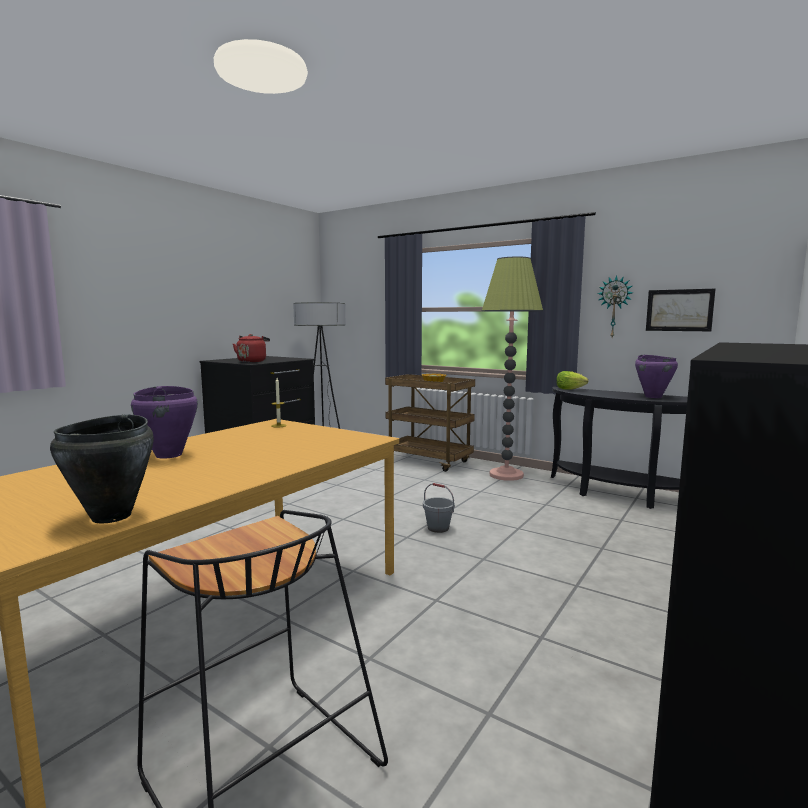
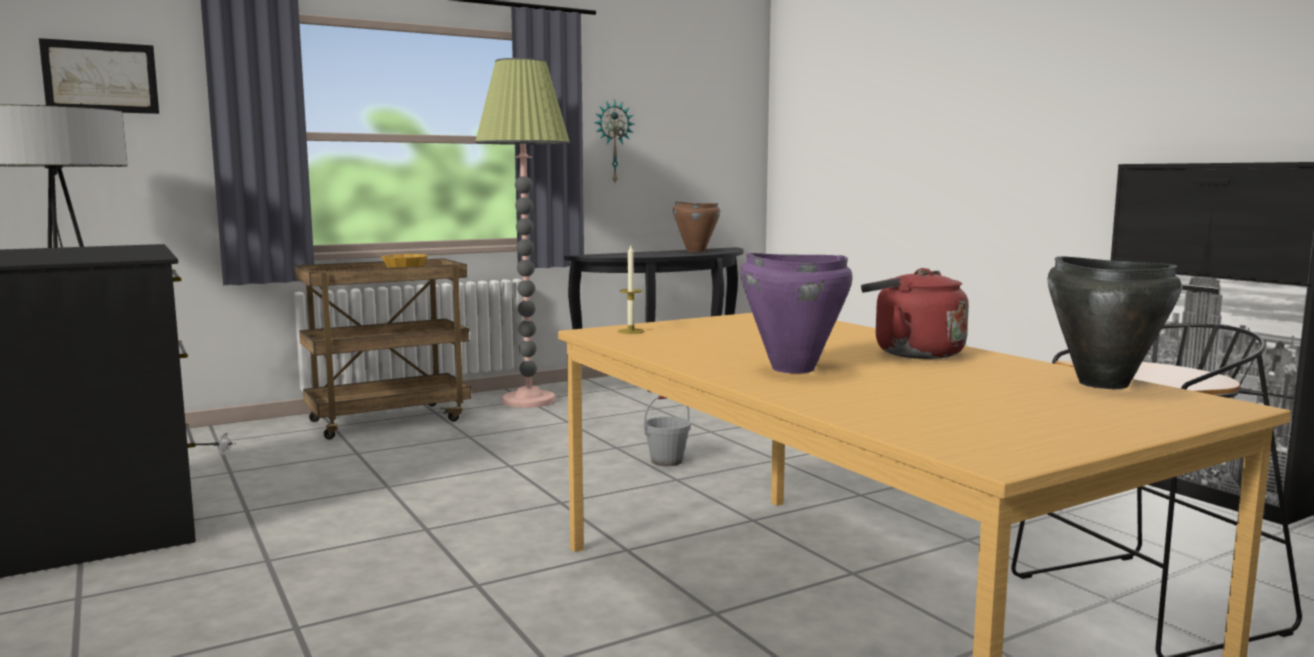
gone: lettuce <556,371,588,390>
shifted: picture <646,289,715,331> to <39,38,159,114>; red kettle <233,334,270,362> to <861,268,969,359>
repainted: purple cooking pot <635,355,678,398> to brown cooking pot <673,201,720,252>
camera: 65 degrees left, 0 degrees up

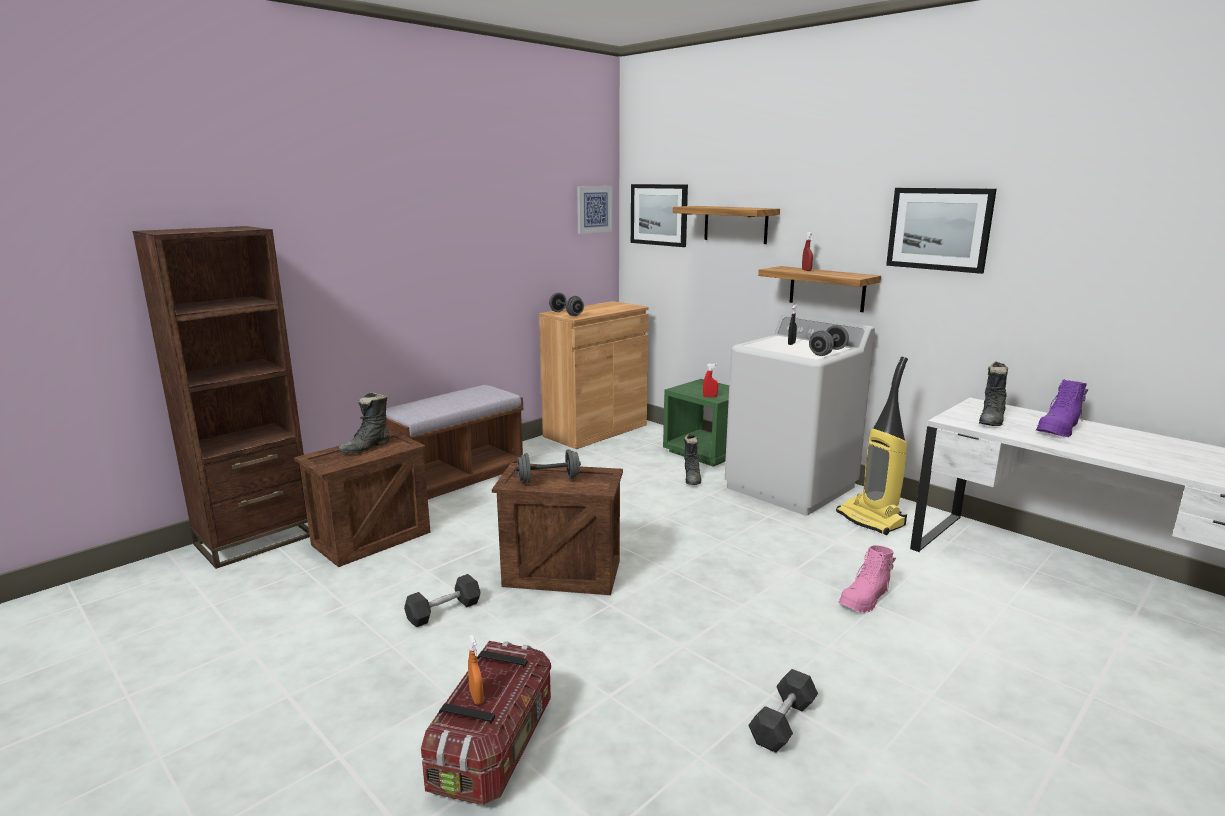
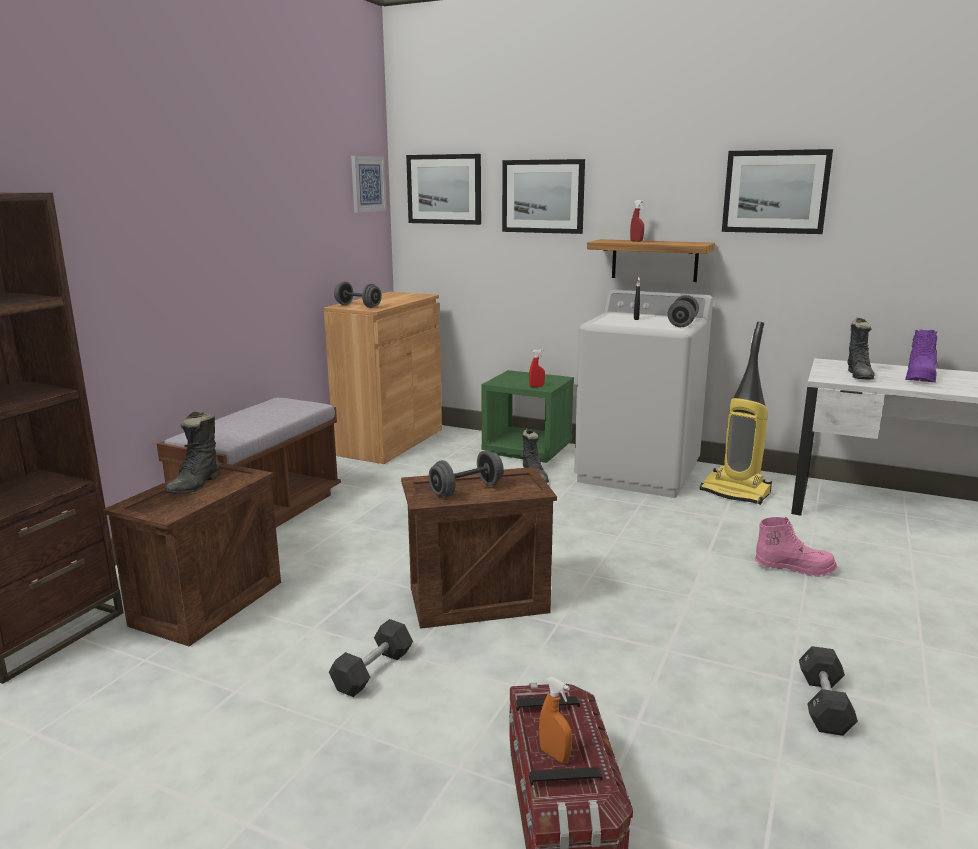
swapped: shelf <673,206,780,244> to picture <502,159,585,234>
rotated: pink boot <838,545,896,612> = <755,517,837,577> 105 degrees counterclockwise
camera: 20 degrees left, 0 degrees up

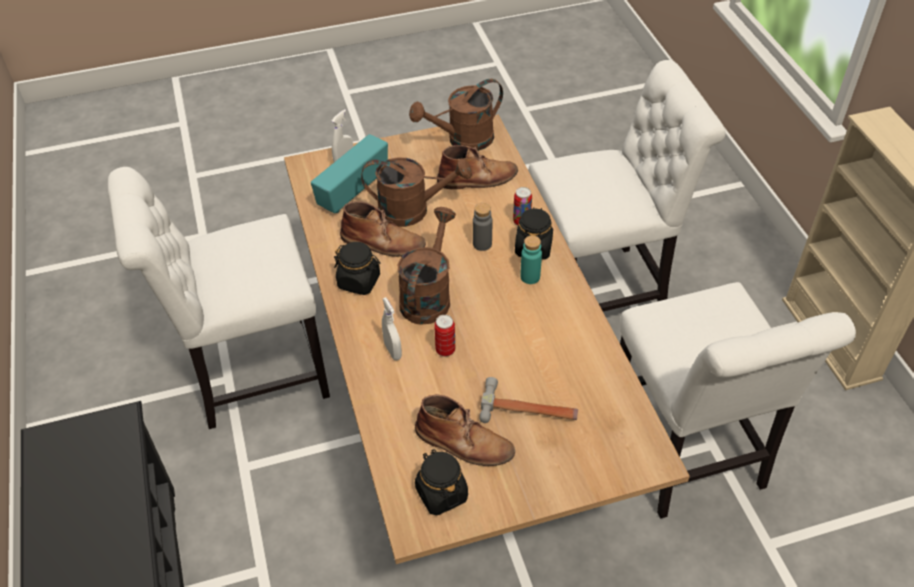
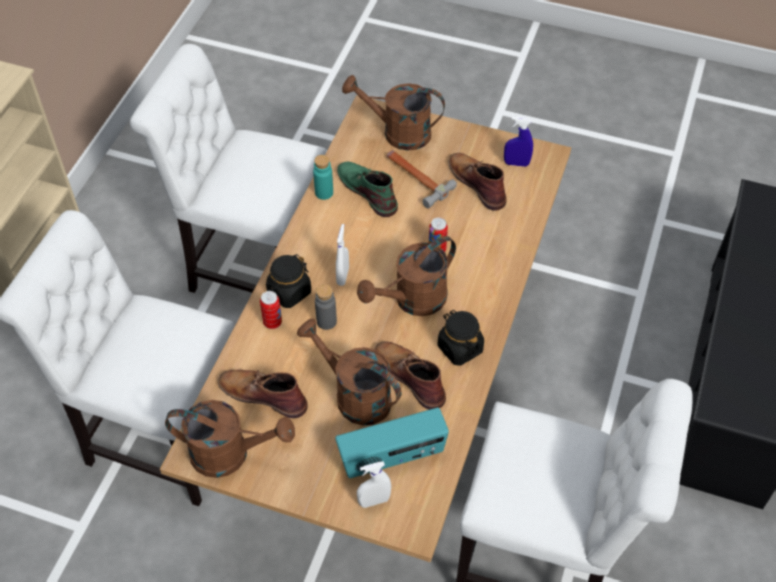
new: green boot <337,162,398,217>; brown watering can <342,75,445,151>
shifted: turquoise bottle <520,235,542,284> to <313,155,333,200>; white spray bottle <382,297,402,360> to <336,224,349,286>
swapped: black jar <415,449,468,515> to blue spray bottle <504,117,533,167>
rotated: white chair <620,282,856,519> = <130,44,327,293> 90 degrees counterclockwise
camera: 145 degrees left, 5 degrees up

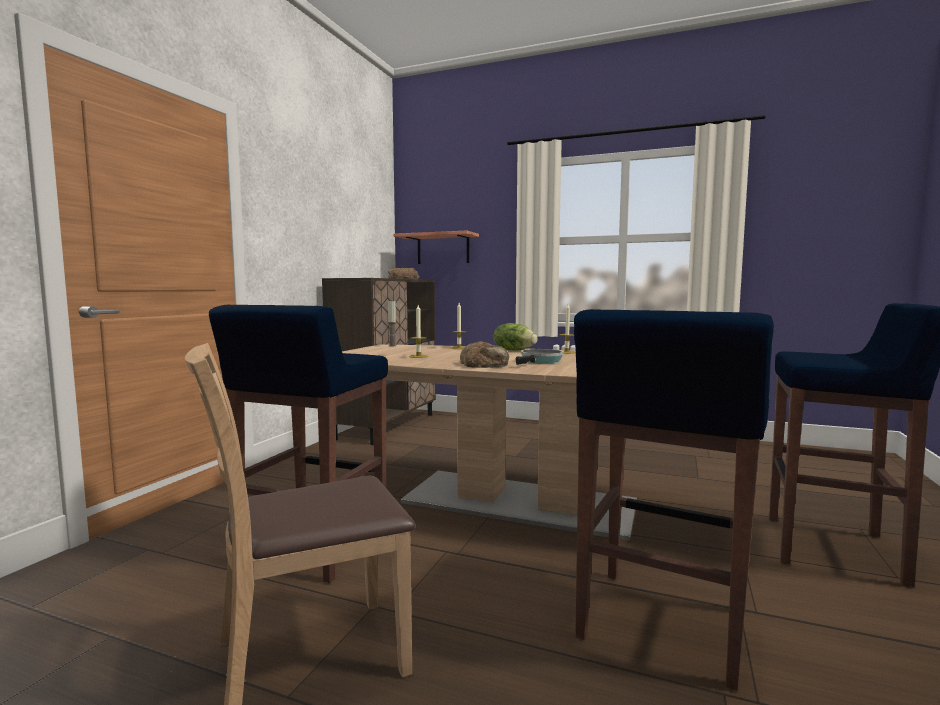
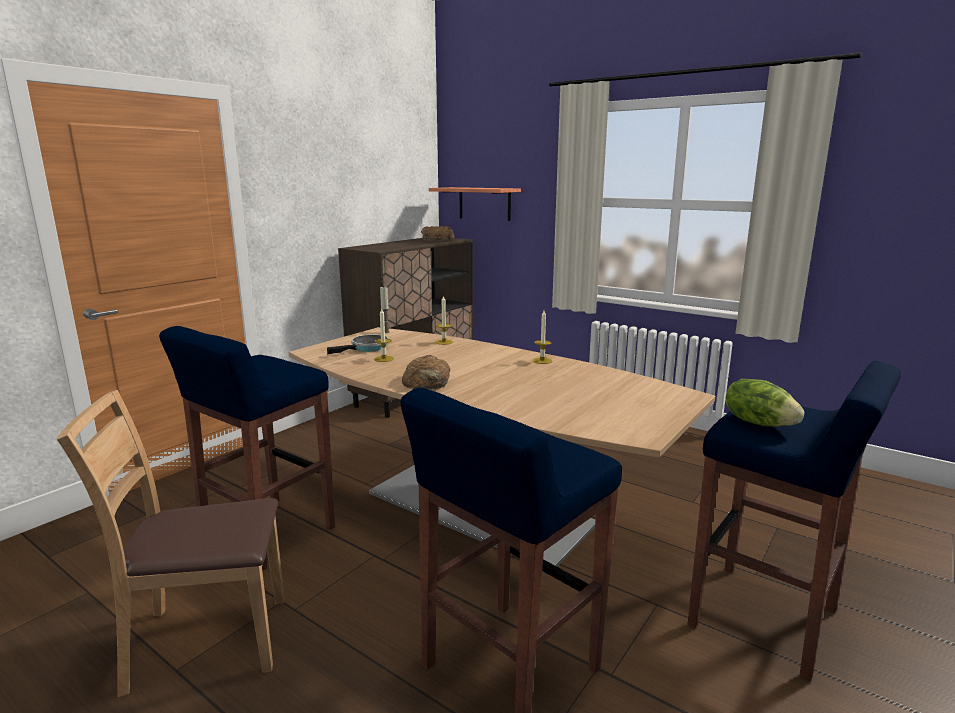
shifted: frying pan <516,349,564,365> to <327,334,389,354>; lettuce <494,323,538,351> to <725,379,804,427>
camera: 15 degrees right, 10 degrees up

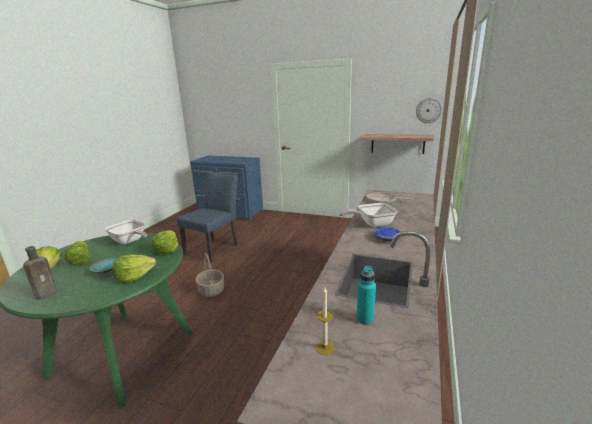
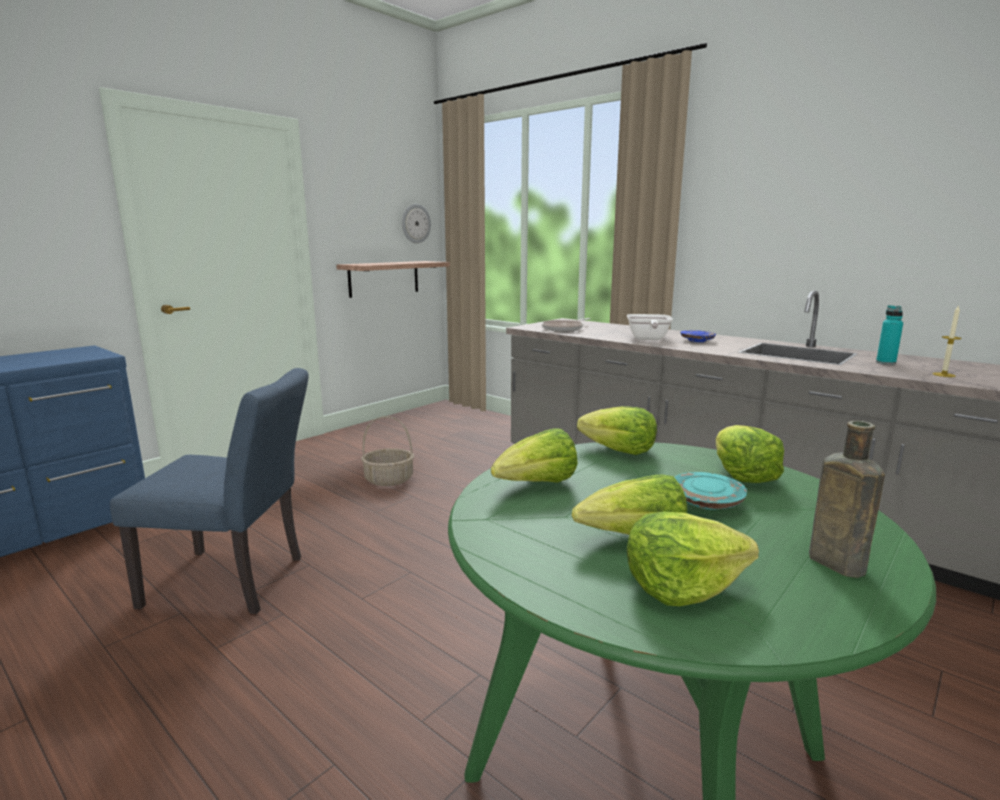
shifted: basket <195,253,224,297> to <361,416,414,486>
swapped: frying pan <105,220,147,245> to lettuce <491,428,578,483>
rotated: blue chair <177,172,238,263> = <110,368,309,614> 135 degrees clockwise
camera: 70 degrees left, 5 degrees down

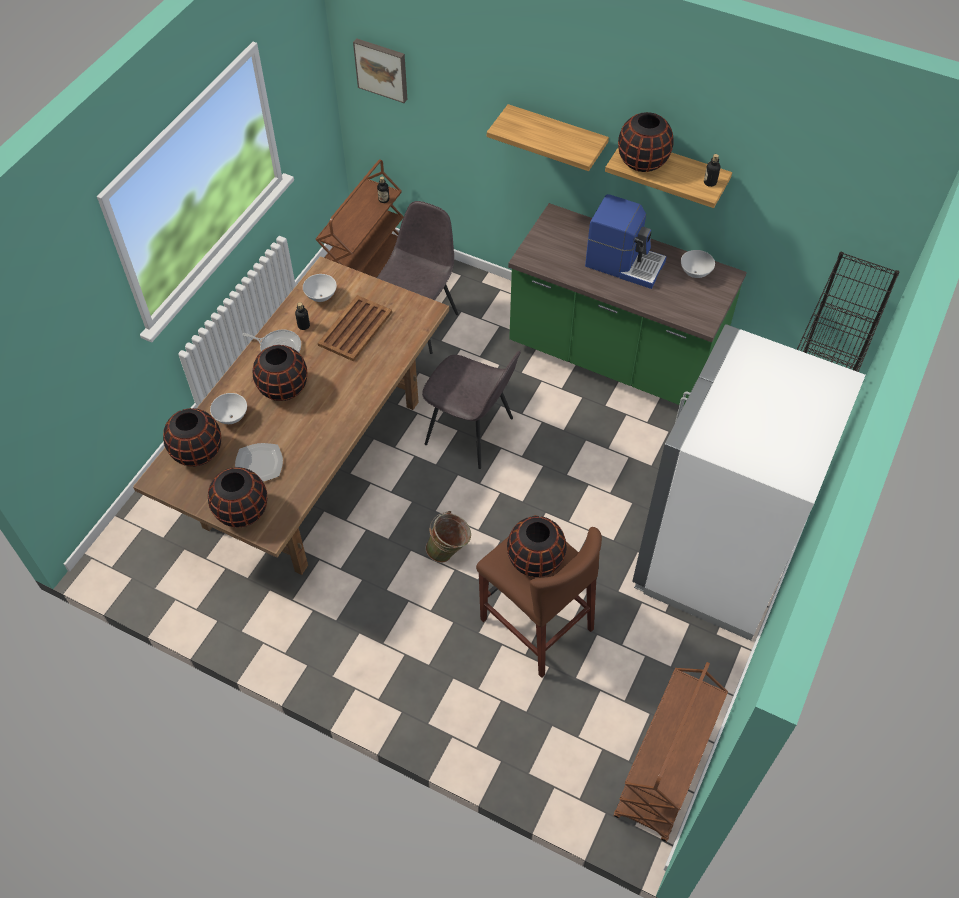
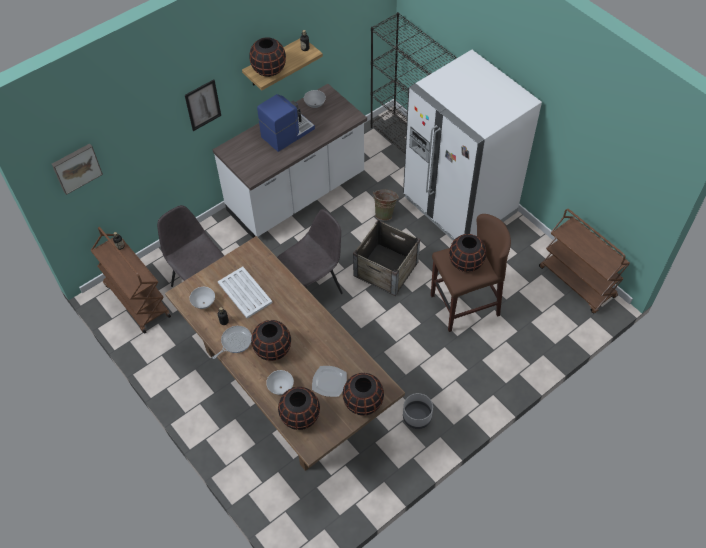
new: crate <353,220,420,296>; grey planter <403,393,433,429>
shifted: green bucket <426,511,471,563> to <373,189,399,221>
swapped: shelf <487,104,609,171> to picture <185,79,221,131>
repainted: green counter <508,203,747,407> to white counter <213,84,367,238>; brown tray <318,295,392,362> to white tray <218,267,273,318>
camera: 65 degrees left, 0 degrees up

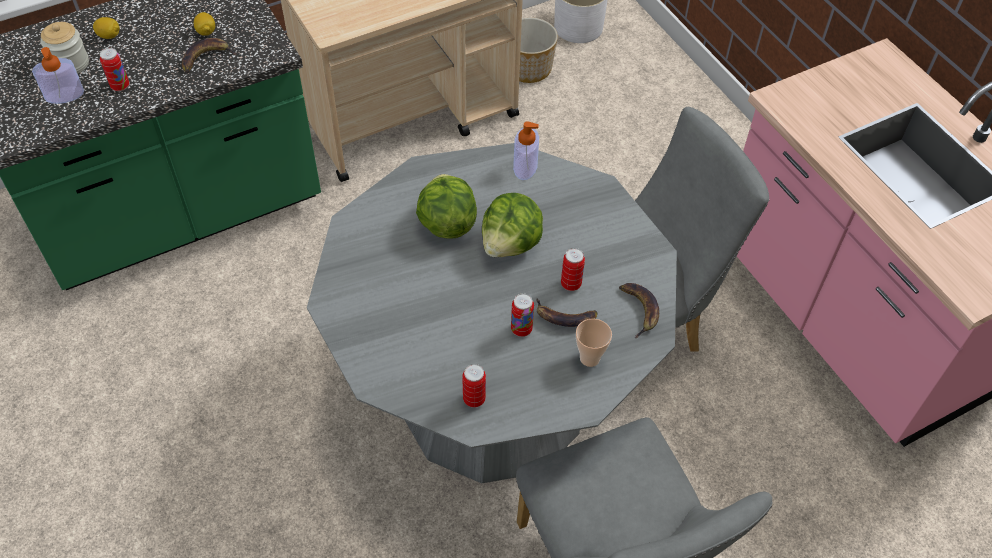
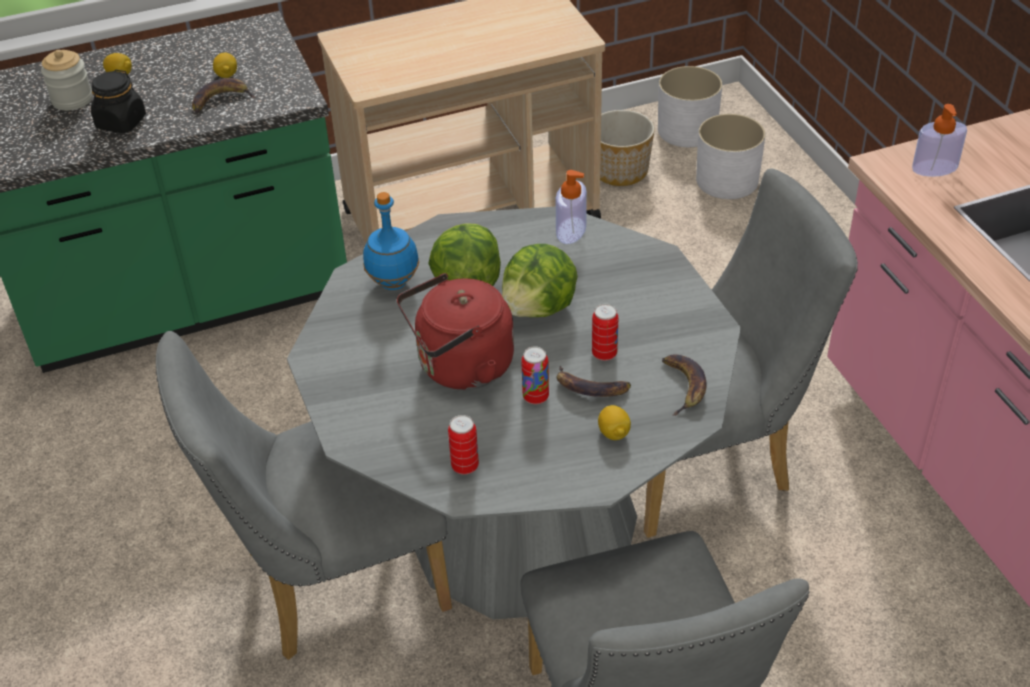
new: grey chair <156,331,452,660>; blue bottle <363,192,419,290>; red kettle <397,273,514,390>; white planter <696,114,765,199>
shifted: soap dispenser <32,47,84,104> to <912,104,967,177>
swapped: can <100,48,129,91> to black jar <91,70,146,133>; cup <576,319,612,367> to lemon <598,405,631,440>
camera: 10 degrees right, 10 degrees down

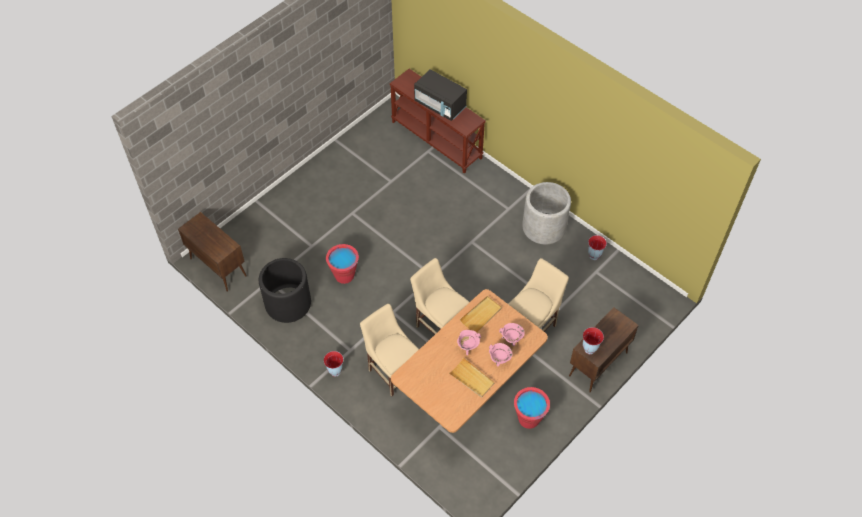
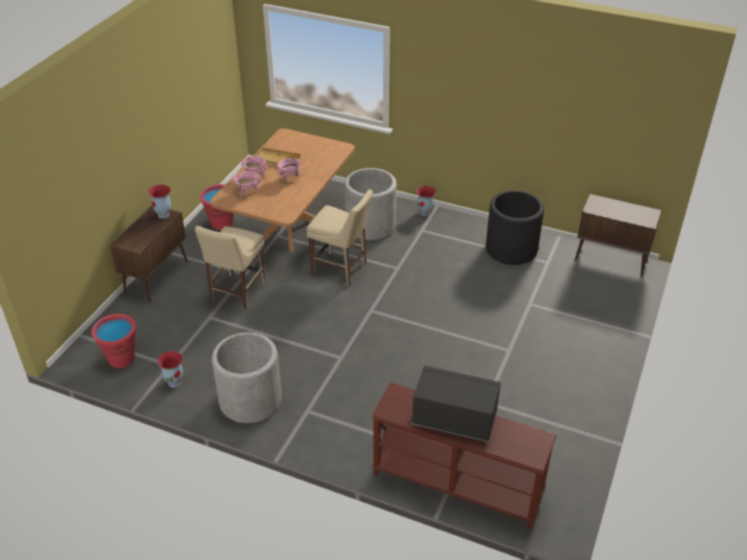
gone: beige tray <460,296,502,332>
shifted: red bucket <326,244,359,284> to <91,314,136,368>
swapped: beige chair <360,304,419,396> to grey planter <345,168,397,240>
camera: 160 degrees right, 15 degrees down

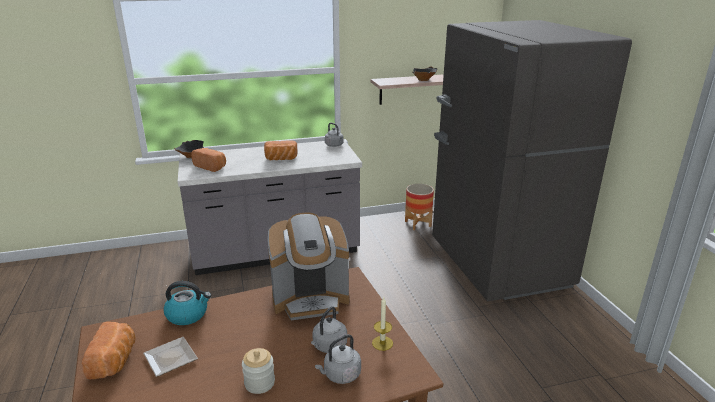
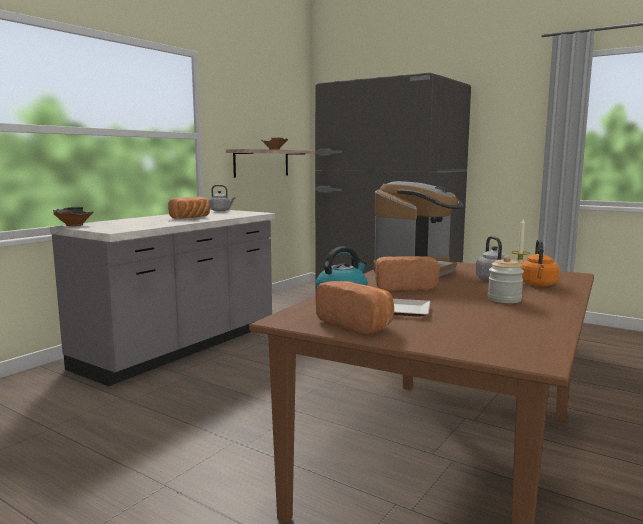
gone: planter <405,184,434,230>
shifted: bread <191,148,226,172> to <375,256,440,291>
repainted: grey kettle <315,334,361,384> to orange kettle <521,239,559,286>
camera: 40 degrees left, 15 degrees down

